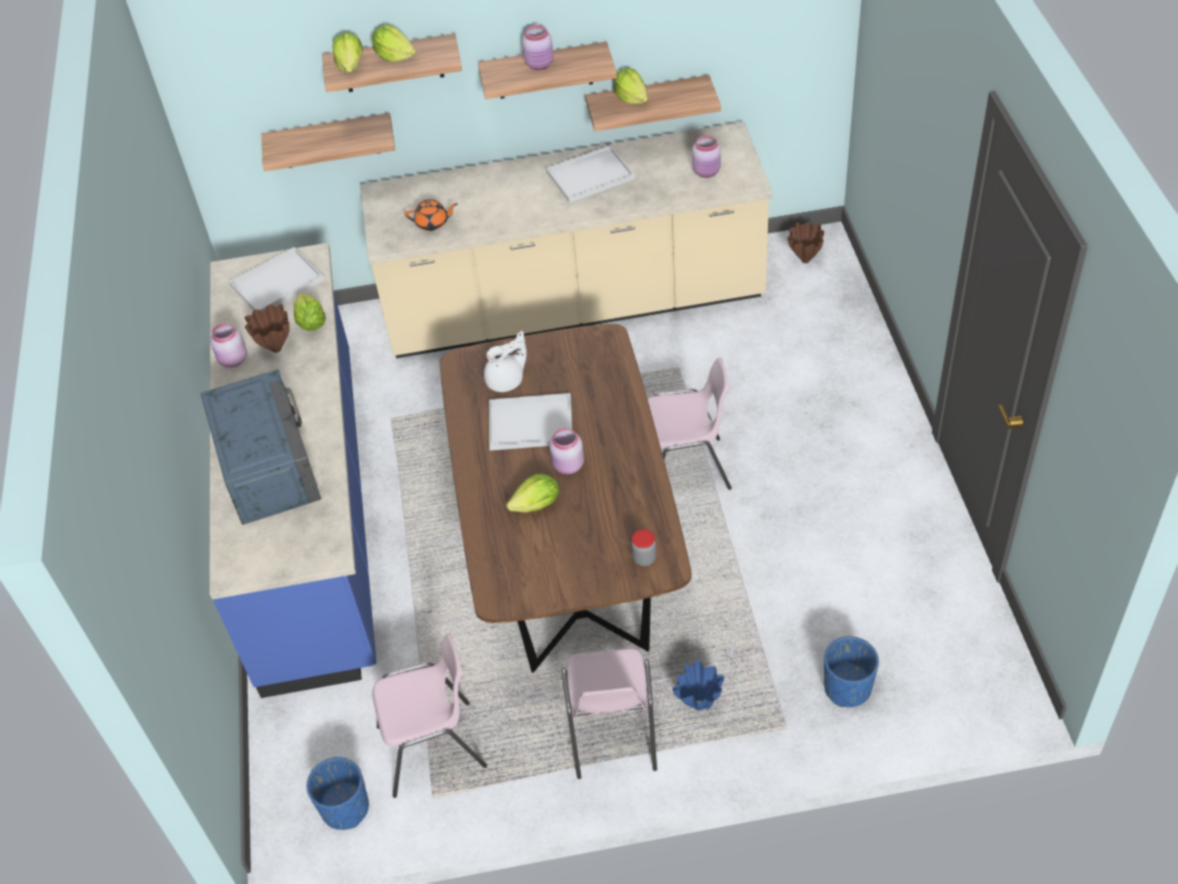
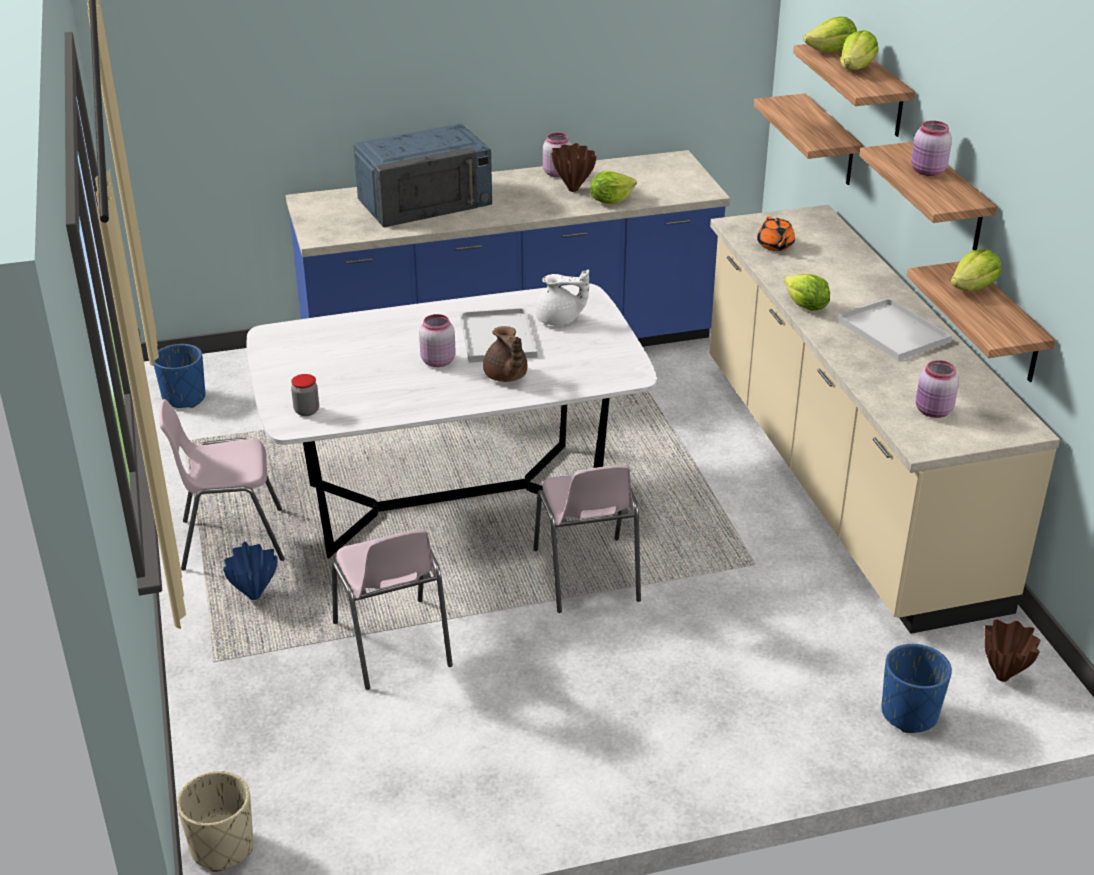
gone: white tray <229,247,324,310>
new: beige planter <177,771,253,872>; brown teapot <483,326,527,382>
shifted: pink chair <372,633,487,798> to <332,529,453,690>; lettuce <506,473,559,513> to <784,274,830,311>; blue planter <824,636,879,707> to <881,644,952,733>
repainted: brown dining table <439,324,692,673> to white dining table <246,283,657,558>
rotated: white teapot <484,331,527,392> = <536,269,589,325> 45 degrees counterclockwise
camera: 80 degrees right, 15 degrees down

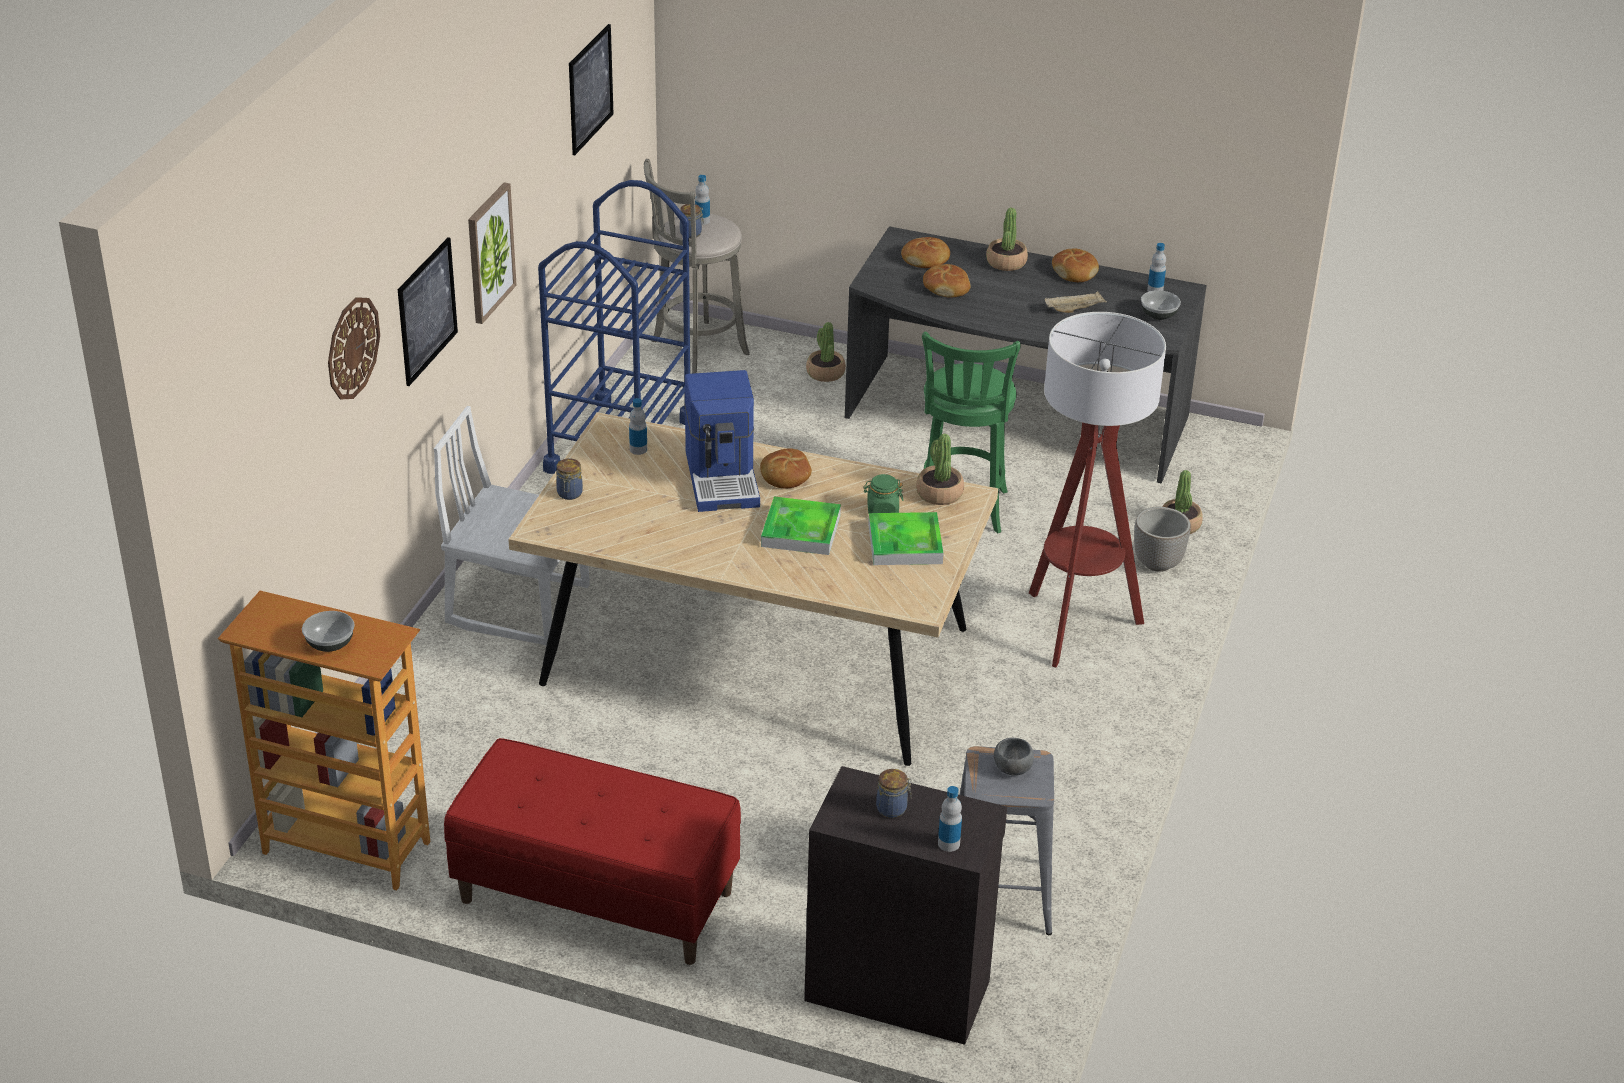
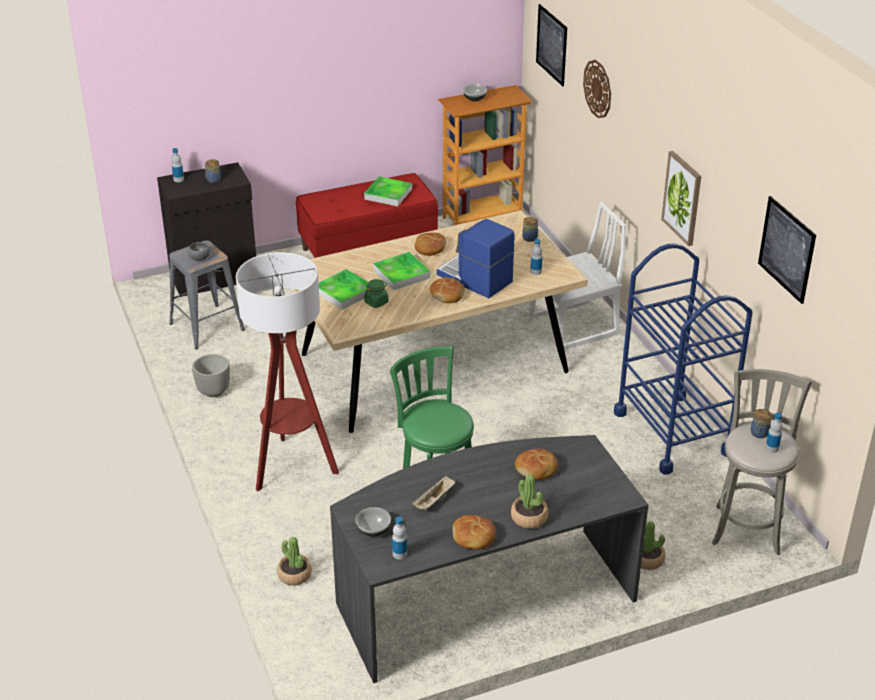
gone: potted plant <916,434,964,505>
new: tray <364,176,412,206>
shifted: planter <1134,507,1191,572> to <192,354,230,397>; bread <901,237,950,268> to <414,233,446,256>; picture <398,237,458,386> to <536,4,567,86>
camera: 140 degrees right, 0 degrees up

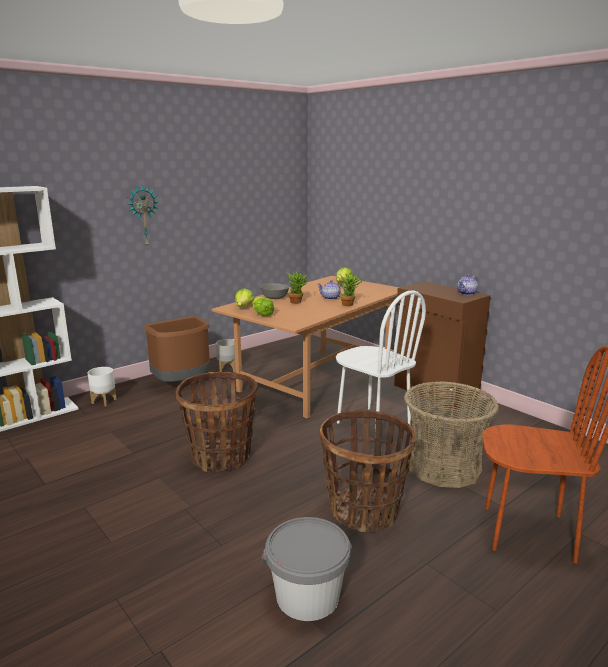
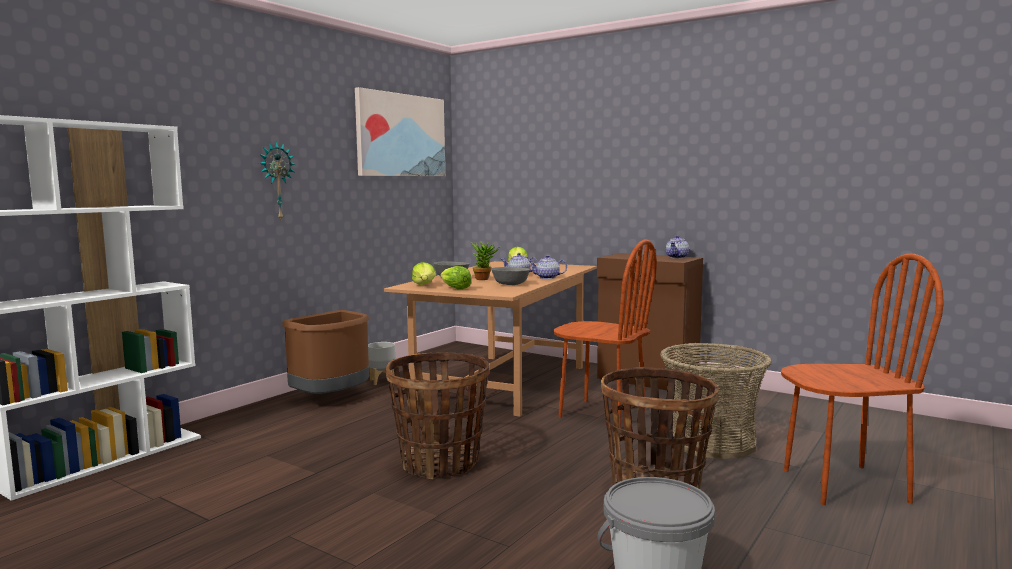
gone: white planter <88,367,117,406>
new: picture <355,87,445,176>; grey bowl <492,267,530,285>
swapped: potted plant <340,274,363,306> to teapot <529,255,567,279>
repainted: white chair <336,290,426,430> to brown chair <554,240,657,429>
camera: 15 degrees left, 10 degrees down

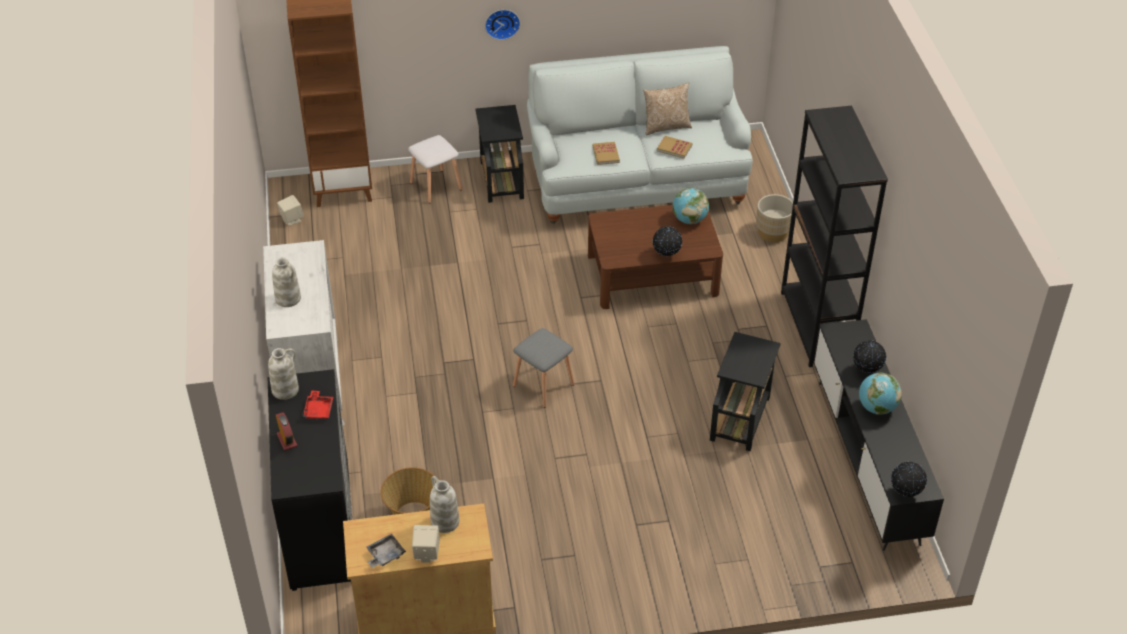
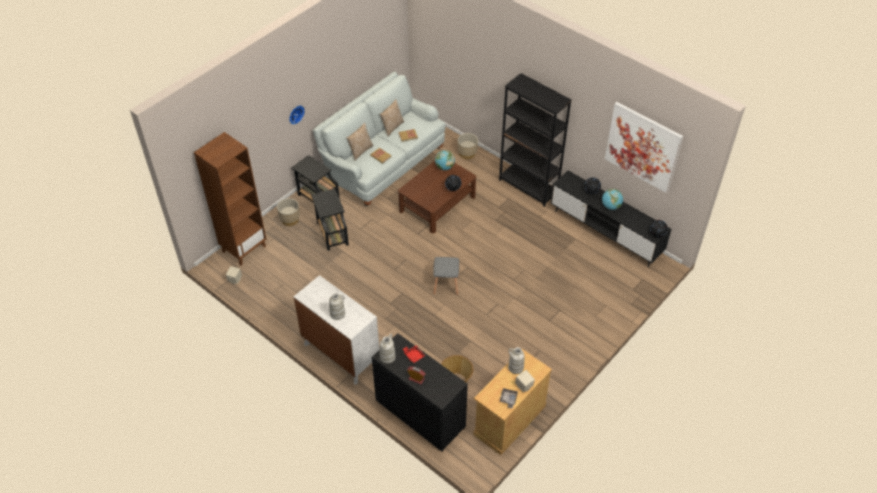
new: pillow <347,123,374,161>; picture <605,102,683,193>
shifted: black side table <710,332,781,451> to <311,189,349,251>
swapped: white stool <408,135,462,203> to beige planter <277,198,300,226>
camera: 40 degrees left, 5 degrees up

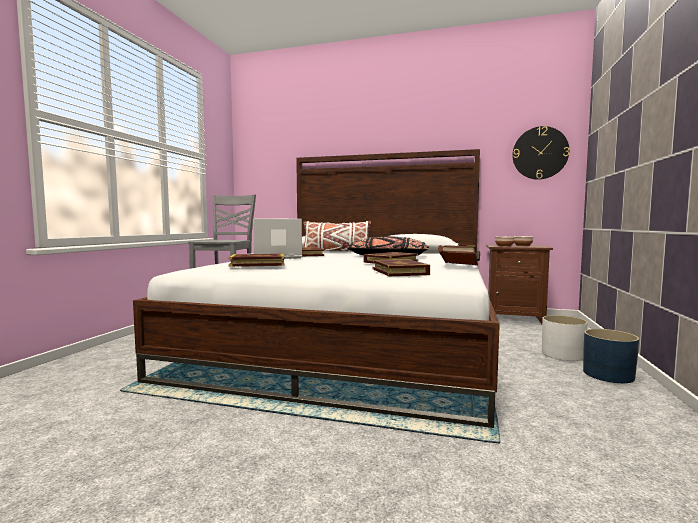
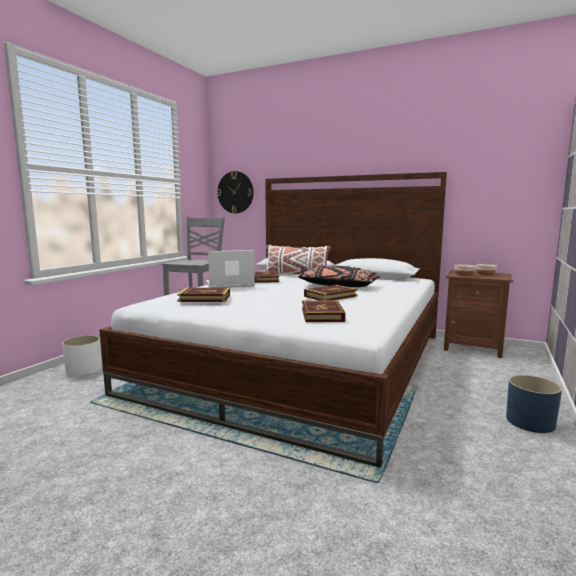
gone: brown book <438,245,480,265>
shifted: white planter <542,315,588,361> to <62,335,102,376>; wall clock <512,126,569,180> to <217,171,253,213>
camera: 10 degrees right, 5 degrees up

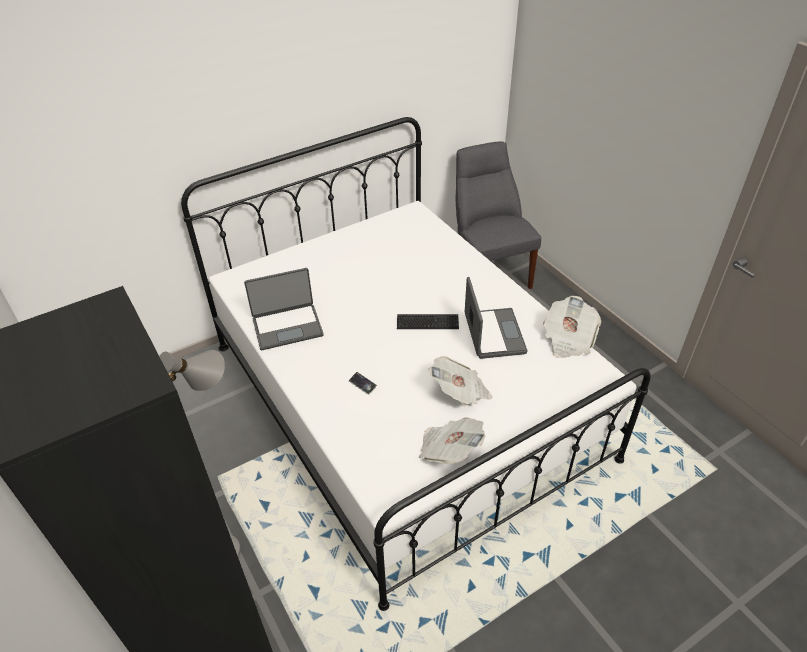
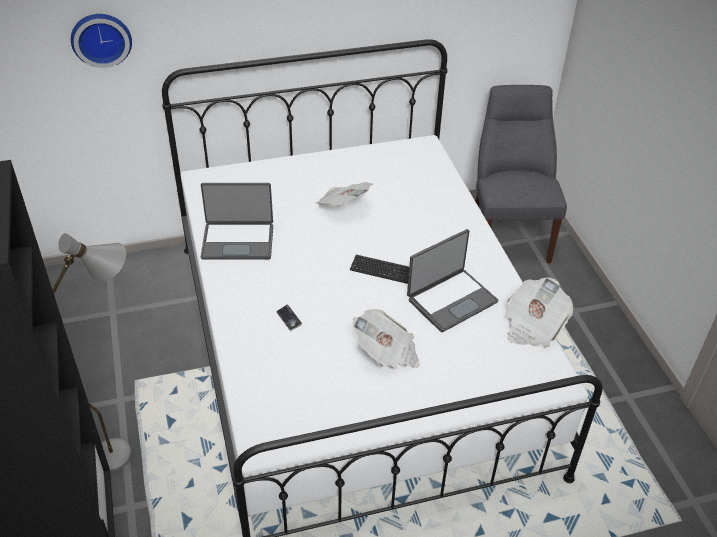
new: wall clock <71,14,132,68>
shifted: newspaper <419,417,485,464> to <315,182,373,206>
rotated: laptop <465,277,528,359> = <407,229,498,332> 45 degrees clockwise
camera: 15 degrees right, 0 degrees up

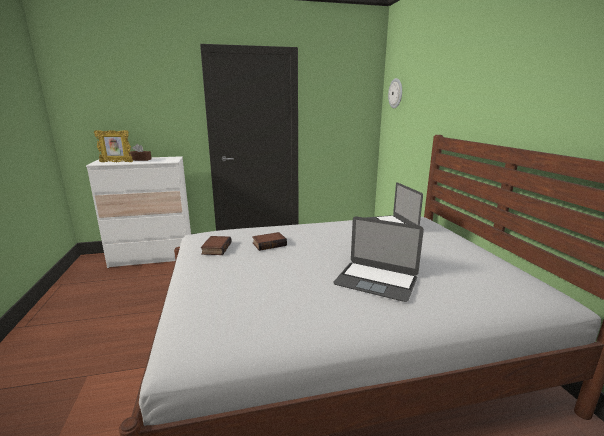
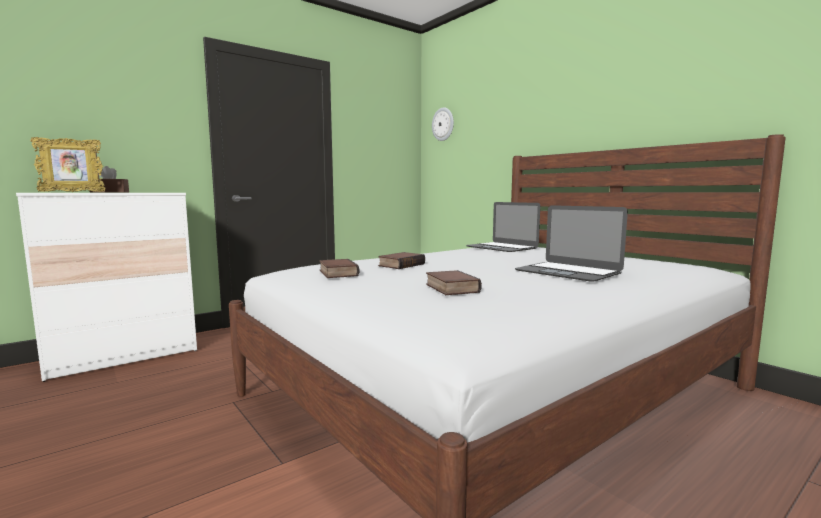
new: book <426,270,482,295>
rotated: laptop <333,216,424,302> = <515,205,628,282> 45 degrees clockwise
camera: 25 degrees left, 10 degrees down

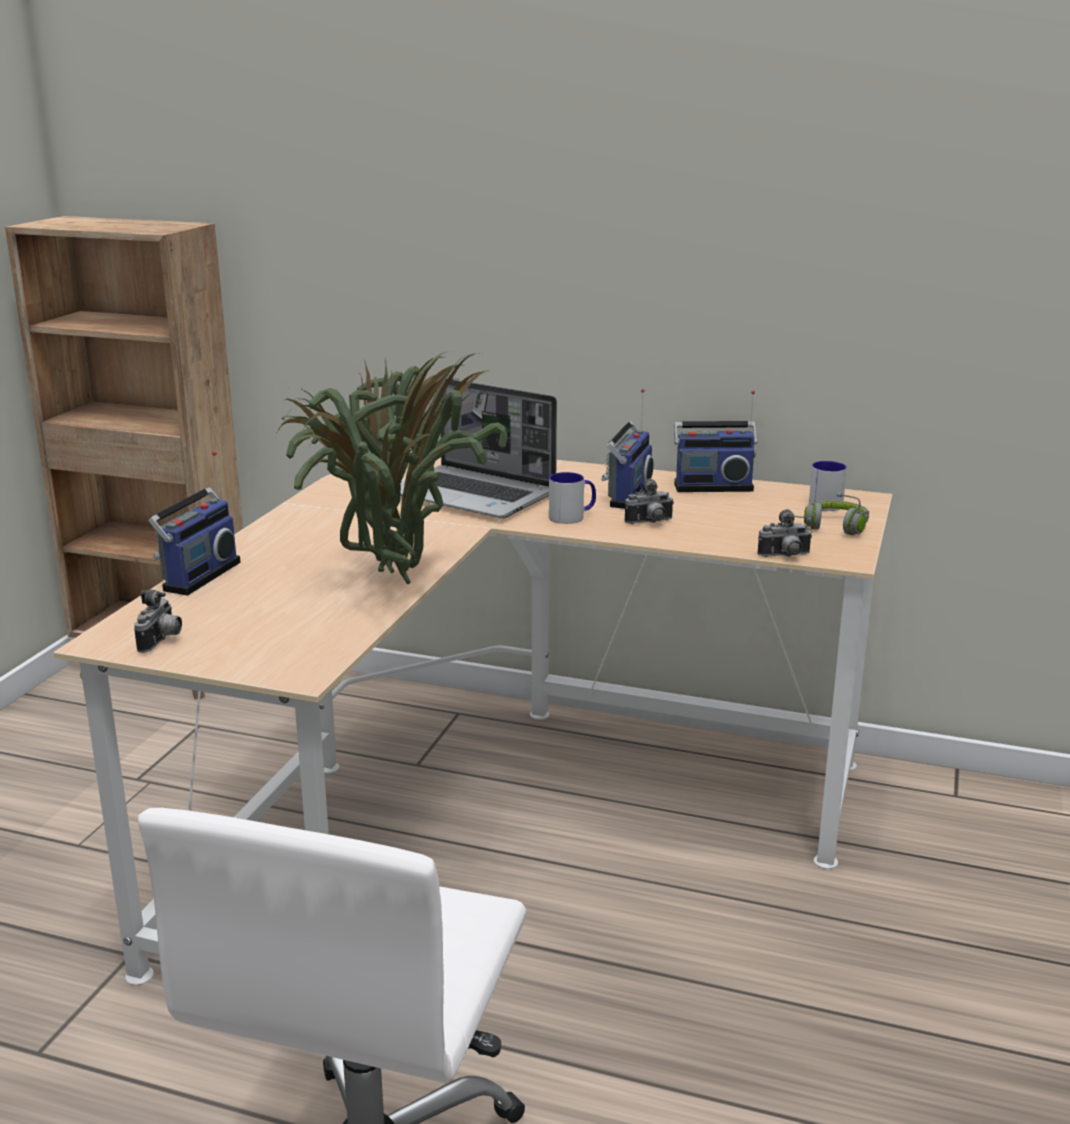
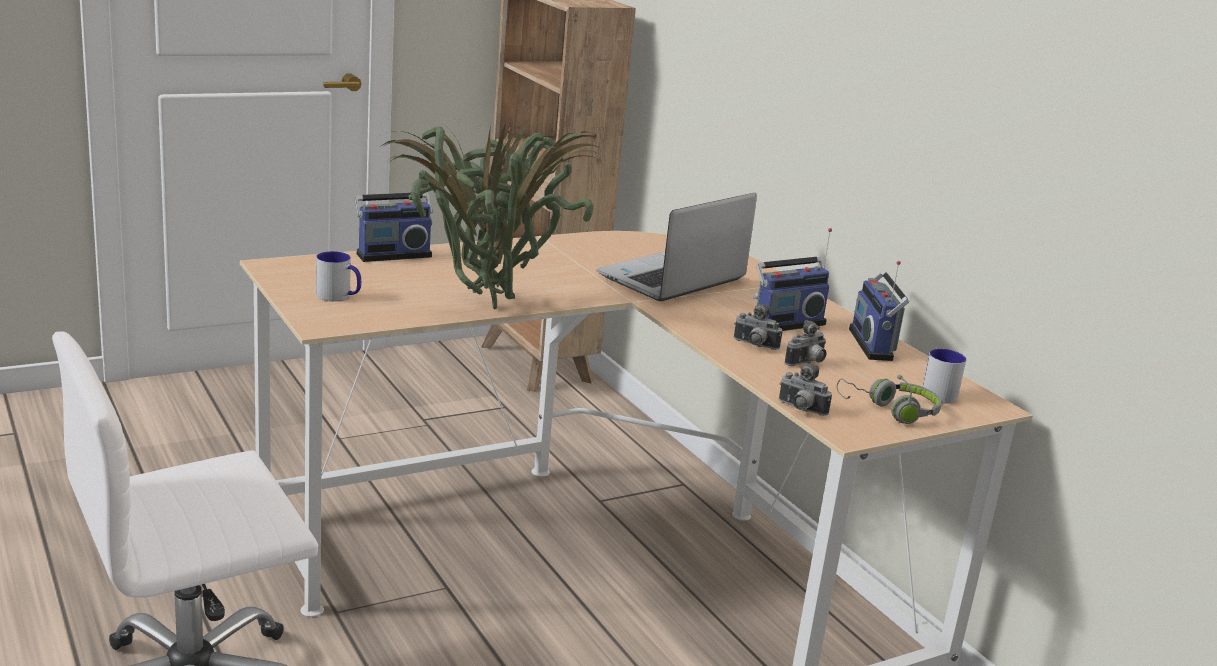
shifted: mug <549,472,596,524> to <316,251,361,301>; photo camera <134,589,182,653> to <784,320,827,366>
rotated: laptop <400,379,557,518> = <596,193,757,301> 60 degrees clockwise; radio <674,390,758,492> = <849,261,909,361> 45 degrees clockwise
camera: 40 degrees right, 0 degrees up

